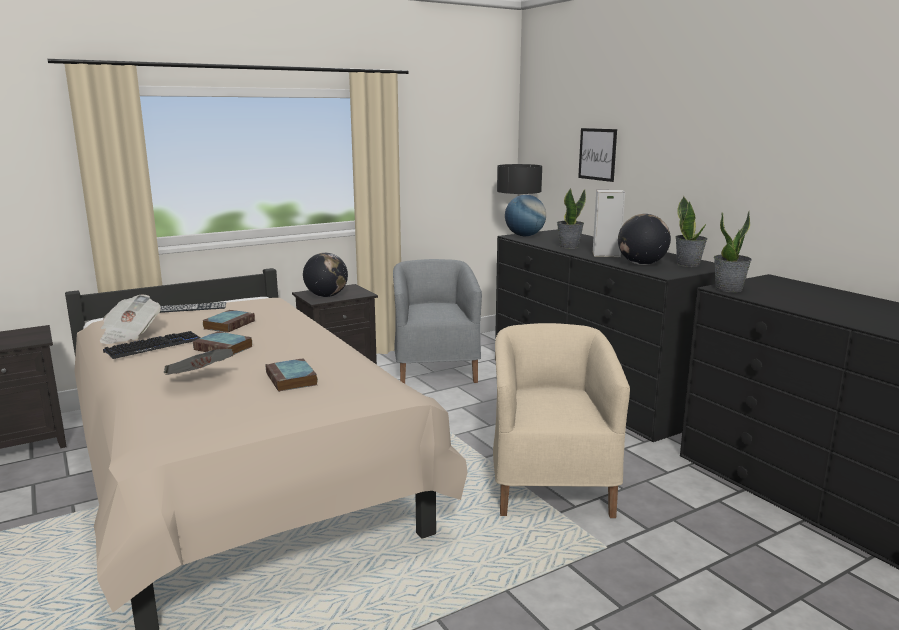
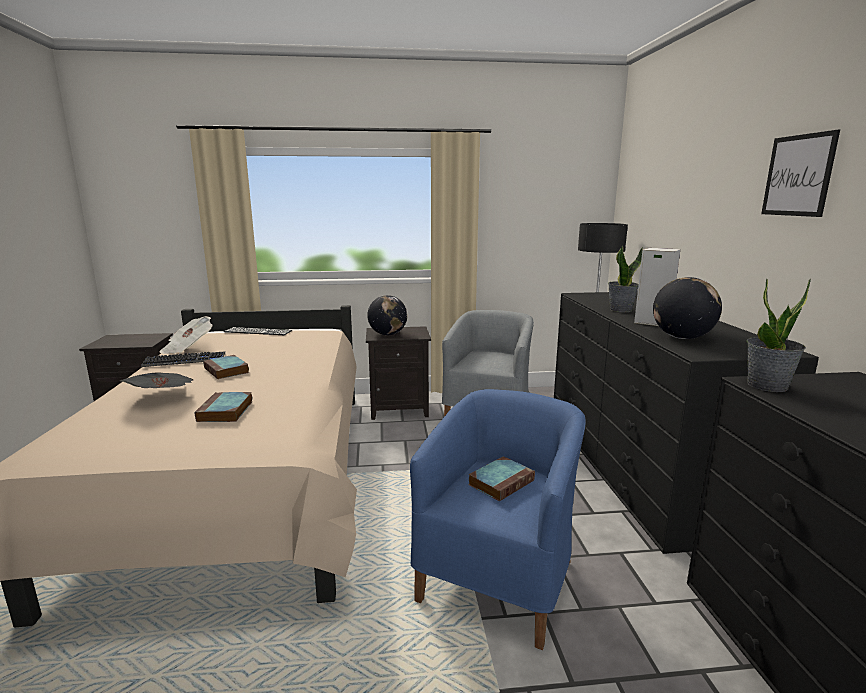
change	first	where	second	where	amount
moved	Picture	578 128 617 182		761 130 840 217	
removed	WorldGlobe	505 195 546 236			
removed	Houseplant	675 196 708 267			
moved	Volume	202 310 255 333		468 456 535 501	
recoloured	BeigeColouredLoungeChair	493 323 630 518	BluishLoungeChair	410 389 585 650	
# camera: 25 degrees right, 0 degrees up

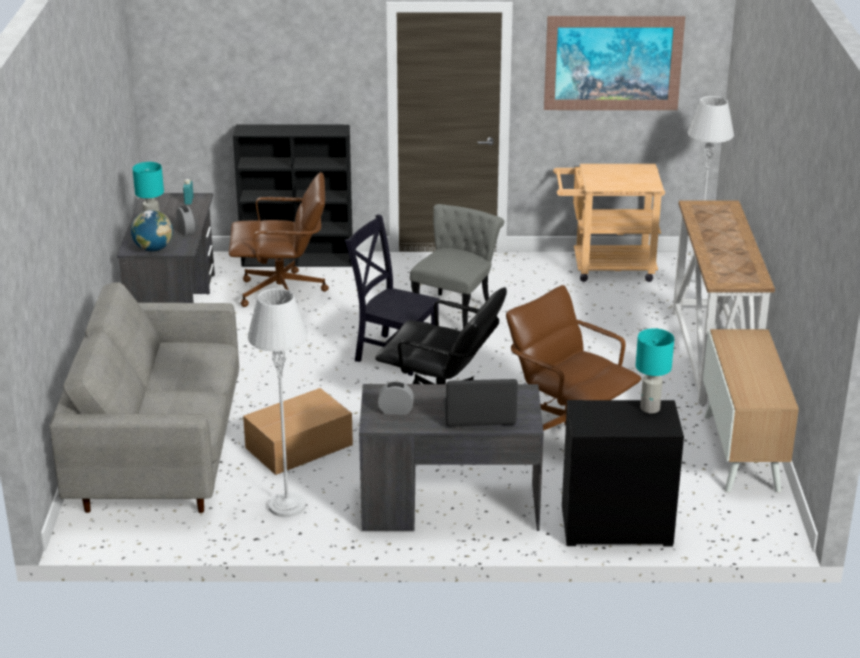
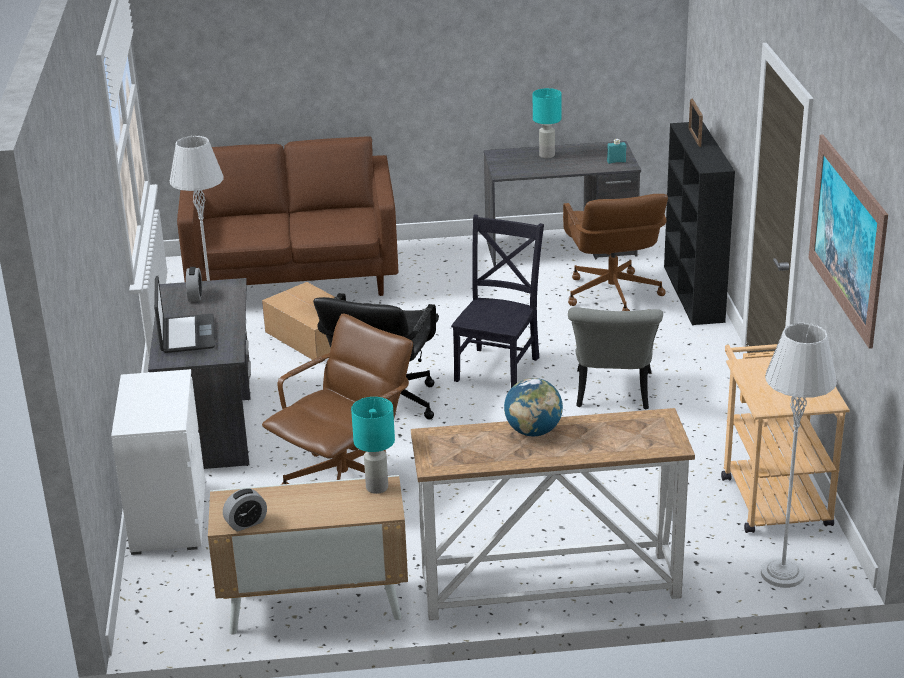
change	first	where	second	where	amount
turned	GreyishChair	410 204 505 328		568 307 663 410	75 degrees clockwise
moved	BedsideClock	176 205 195 235		223 488 267 531	
moved	WorldGlobe	131 210 173 251		504 378 563 436	
recoloured	GreyishSettee	50 282 239 513	BrownishSettee	177 136 398 296	
moved	TurquoiseColouredTableLamp	636 328 674 414		351 397 395 494	
recoloured	BlackishDrawerChest	562 400 684 546	WhiteColouredDrawerChest	111 369 205 555	
added			PictureFrame	689 99 703 147	
# camera: 85 degrees right, 0 degrees up

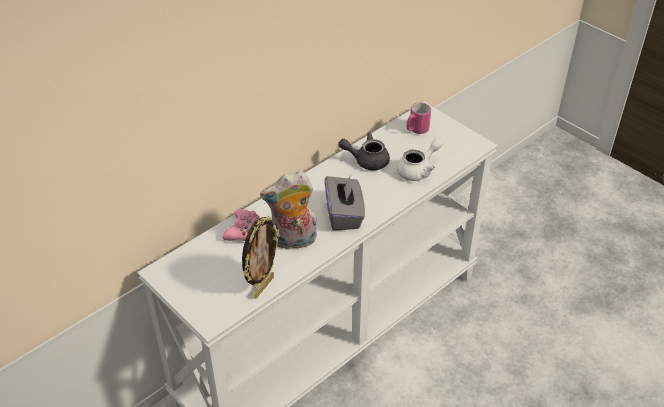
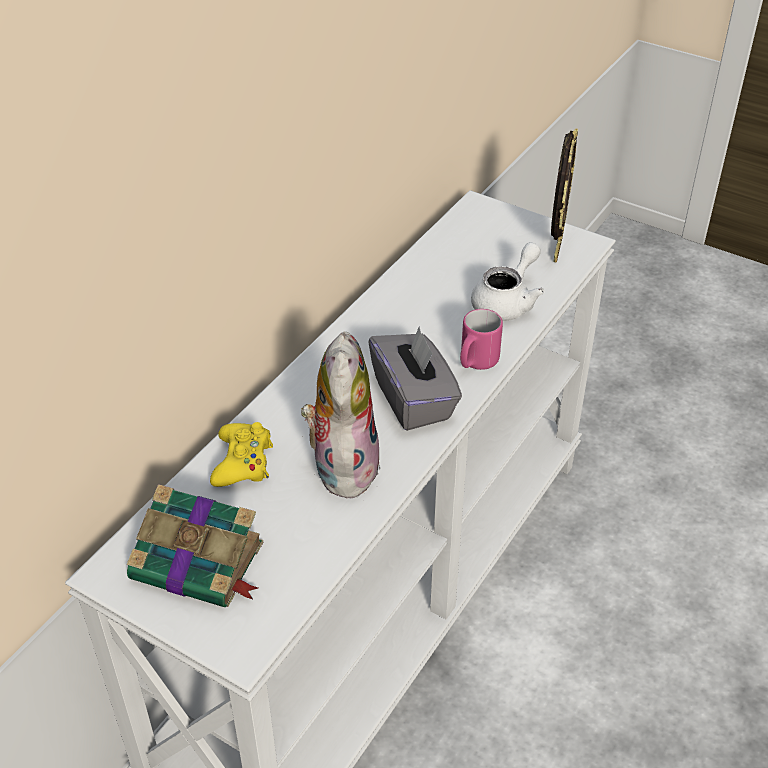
change	first	where	second	where	amount
moved	PinkCoffeeMug	406 103 431 134		460 309 503 370	
removed	GreyishPotForTea	338 132 390 170			
turned	PlushToy	260 171 317 250		301 332 380 499	120 degrees clockwise
recoloured	PinkJoypad	222 209 260 241	YellowishJoypad	210 422 273 487	
moved	PictureFrame	242 216 280 299		551 129 578 263	
added			Volume	127 484 263 607	
# camera: 15 degrees left, 0 degrees up

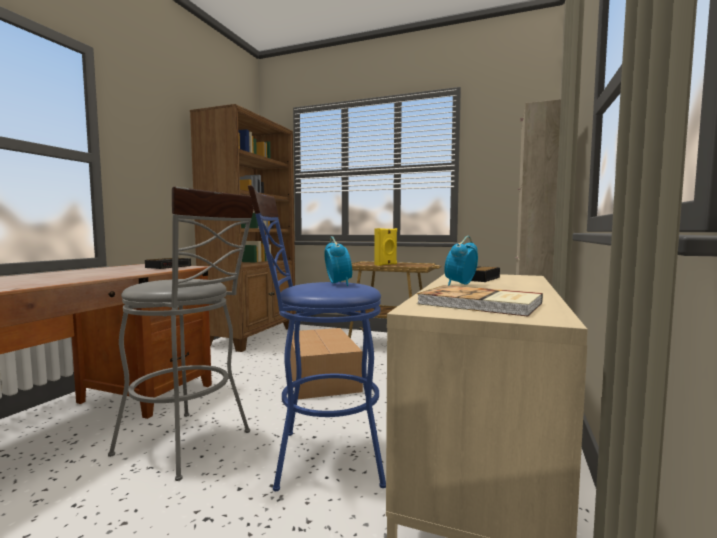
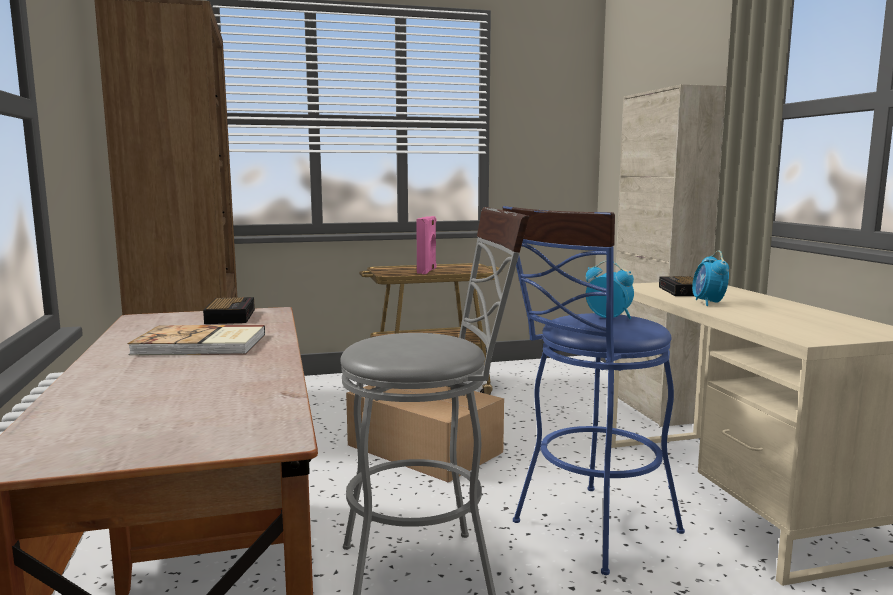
change	first	where	second	where	amount
recoloured	YellowishAudioSpeaker	374 228 397 266	PinkAudioSpeaker	416 216 437 274	
moved	Volume	417 285 543 317		128 325 265 355	
# camera: 35 degrees left, 5 degrees up

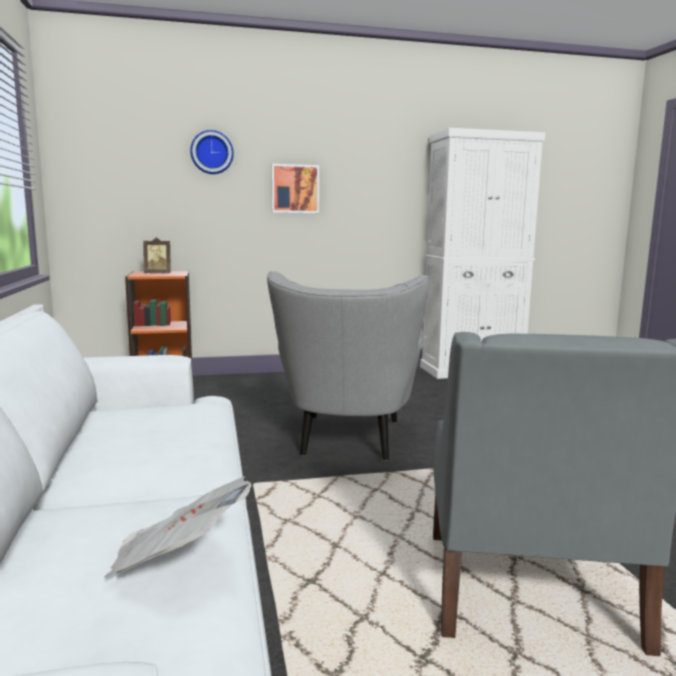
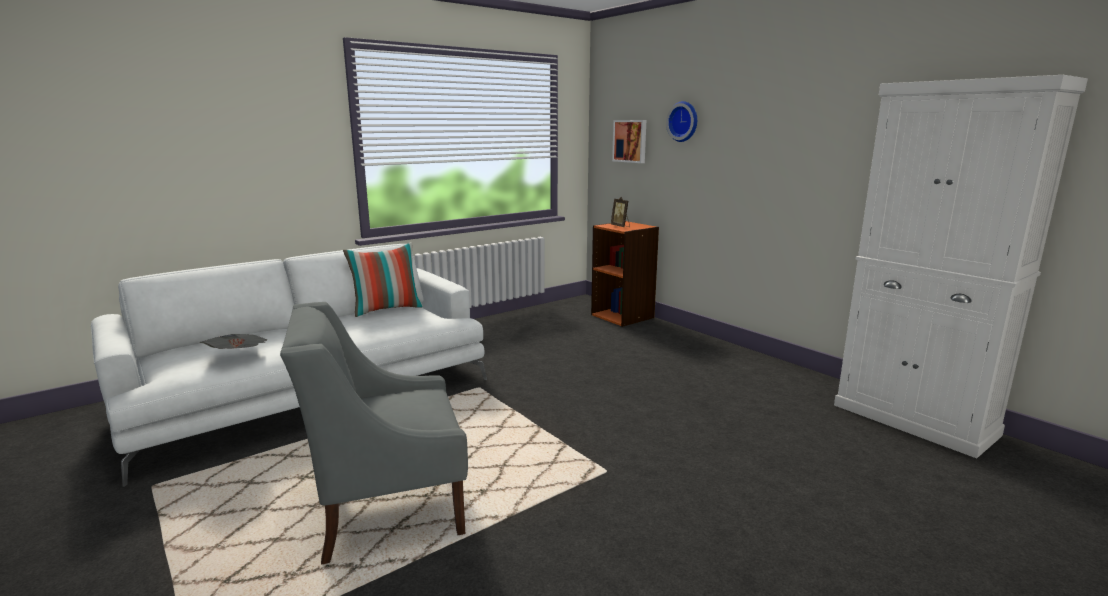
change	first	where	second	where	amount
moved	Picture	271 164 319 213		612 120 646 163	
removed	GreyishLoungeChair	267 271 429 461			
added			Cushion	343 242 423 317	
# camera: 65 degrees right, 5 degrees up

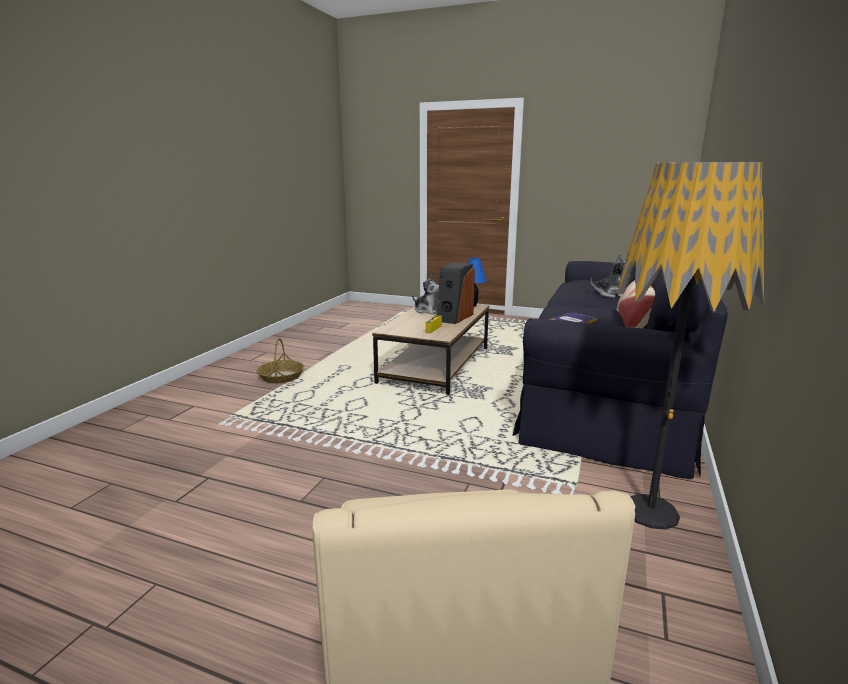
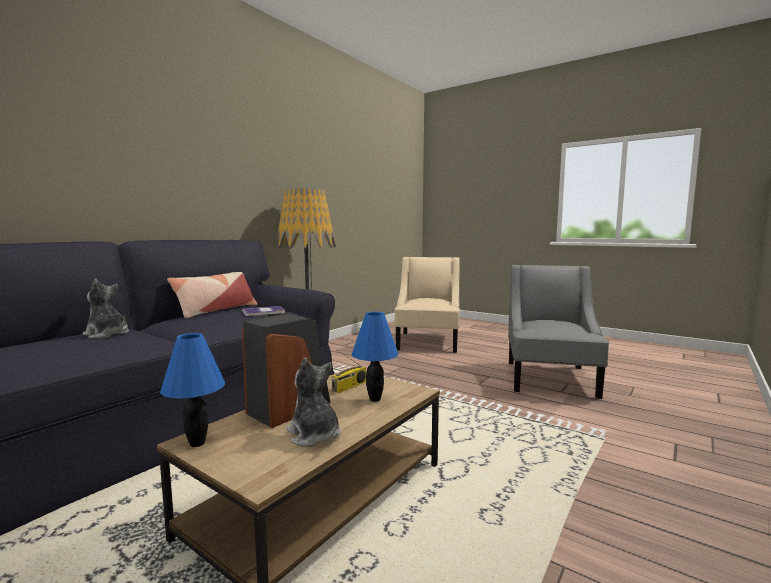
change	first	where	second	where	amount
removed	HouseholdBasket	256 338 304 383			
added			GreyishLoungeChair	508 265 609 399	
added			BluishTableLamp	352 312 398 402	
# camera: 165 degrees left, 10 degrees down

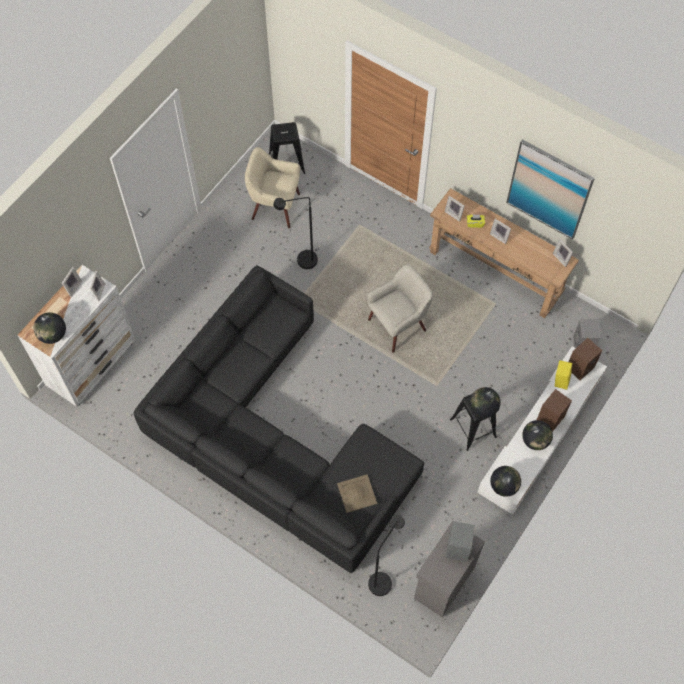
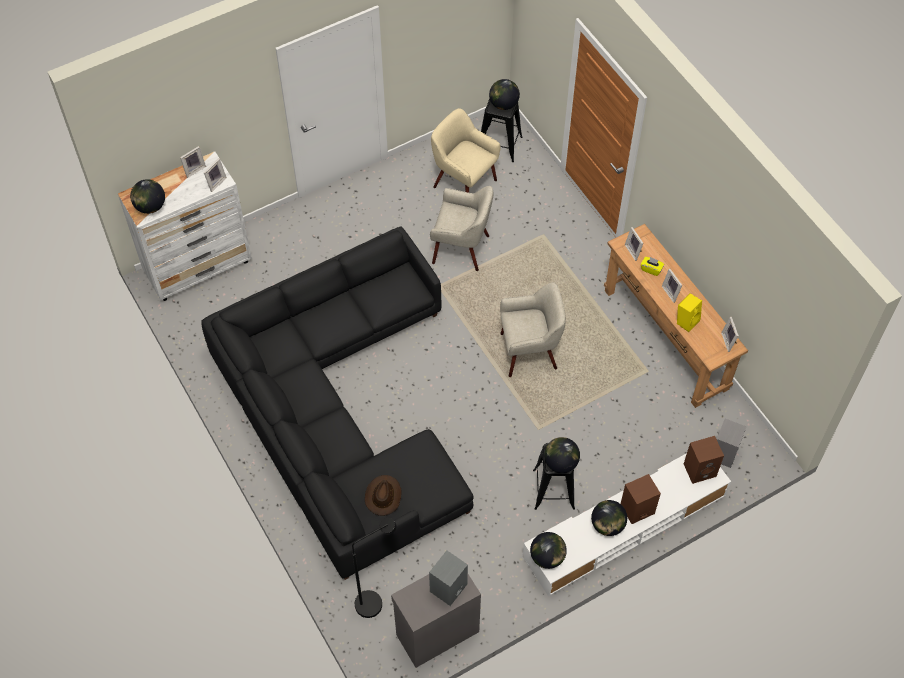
change	first	where	second	where	amount
removed	Picture	506 139 595 240			
replaced	BlackishStandingLamp	273 197 318 269	BeigeColouredLoungeChair	430 186 493 271	
moved	YellowishAudioSpeaker	555 360 572 390		677 293 702 332	
replaced	BeigeColouredCarryingTray	337 474 377 513	BrownishClothingHat	365 475 401 516	
added			WorldGlobe	489 79 520 110	
# camera: 25 degrees right, 5 degrees down

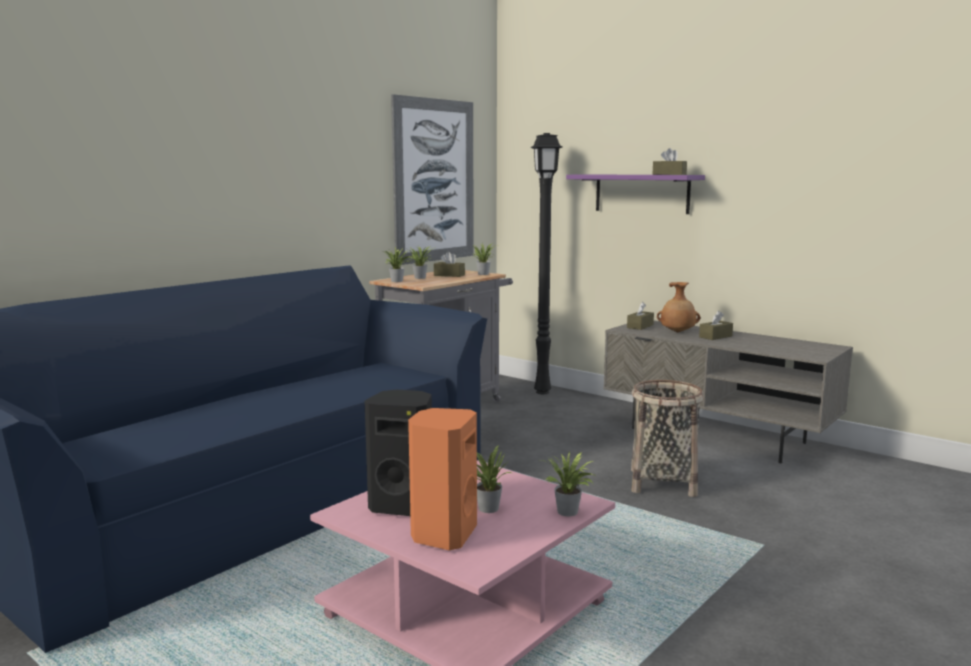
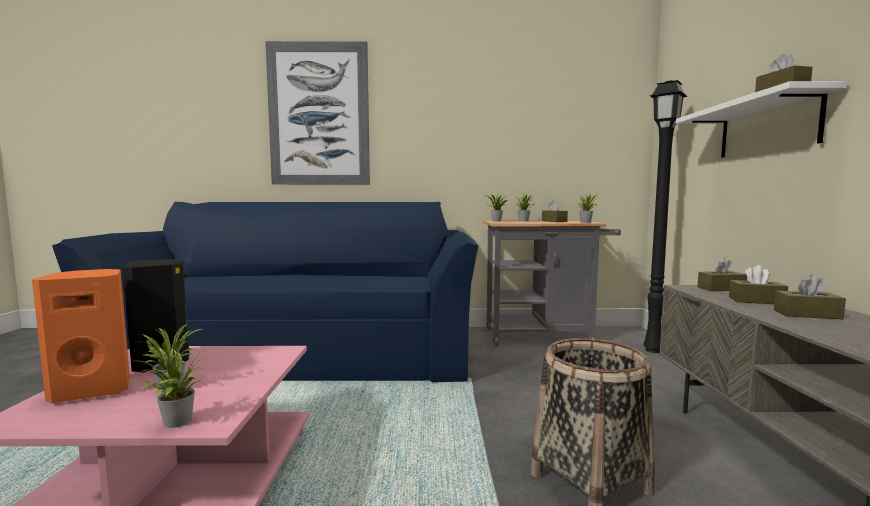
change	first	where	second	where	amount
moved	Picture	391 94 474 265		265 41 370 185	
recoloured	PurpleColouredBracketShelf	566 174 705 214	WhiteColouredBracketShelf	676 81 847 158	
replaced	BrownishDecorativeVase	657 282 700 332	BrownishBoxOfTissues	729 265 788 304	
# camera: 50 degrees right, 5 degrees down

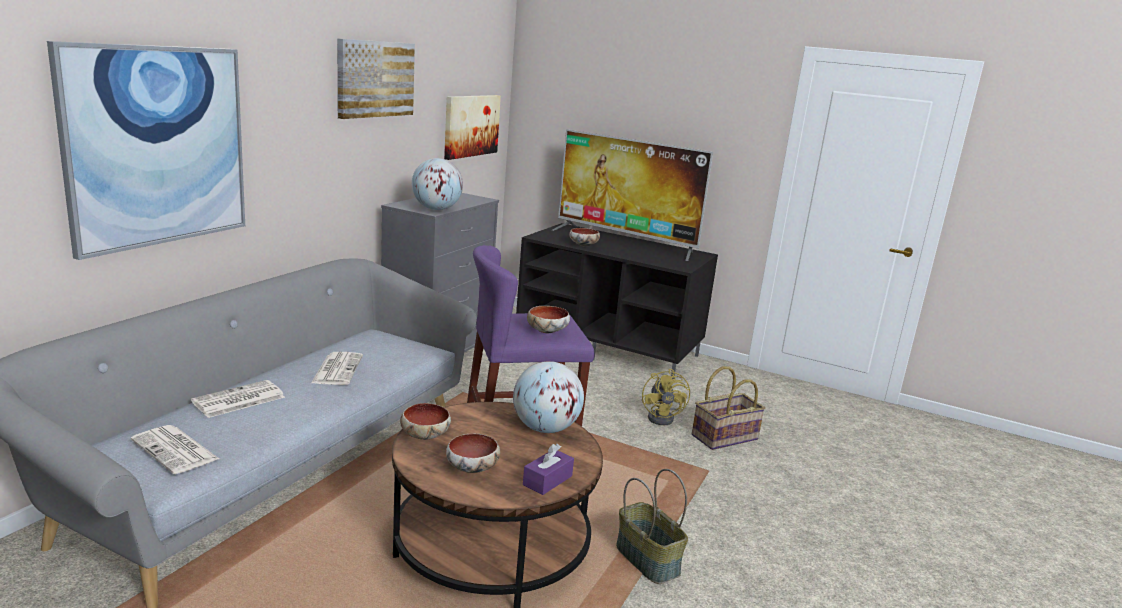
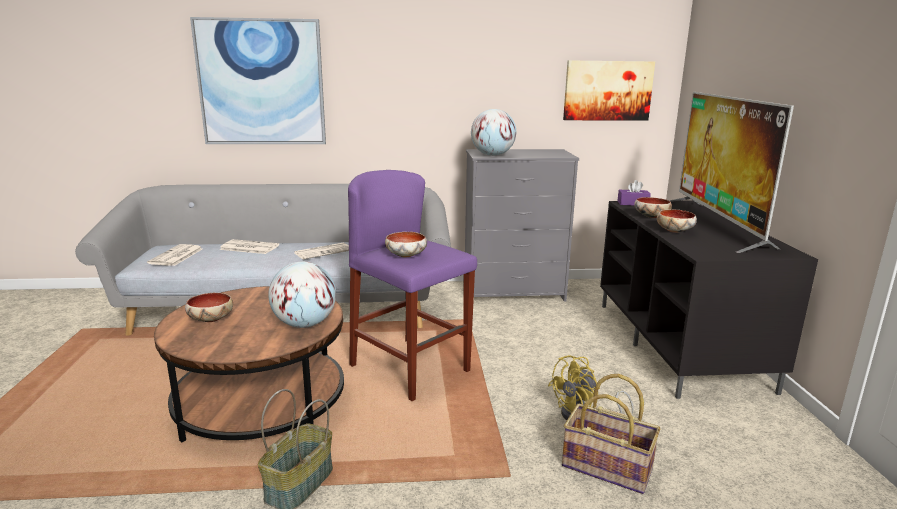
change	first	where	second	where	amount
removed	Picture	337 38 415 119			
moved	ServingBowl	400 403 451 440		657 209 697 233	
moved	PurpleColouredBoxOfTissues	523 444 574 495		618 180 651 206	
# camera: 60 degrees right, 0 degrees up

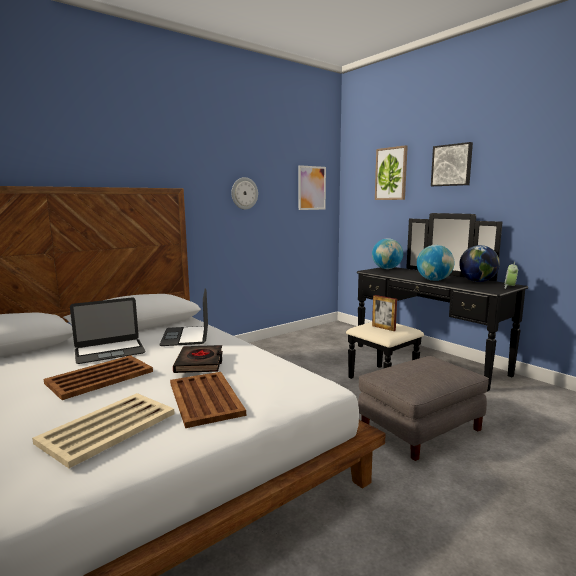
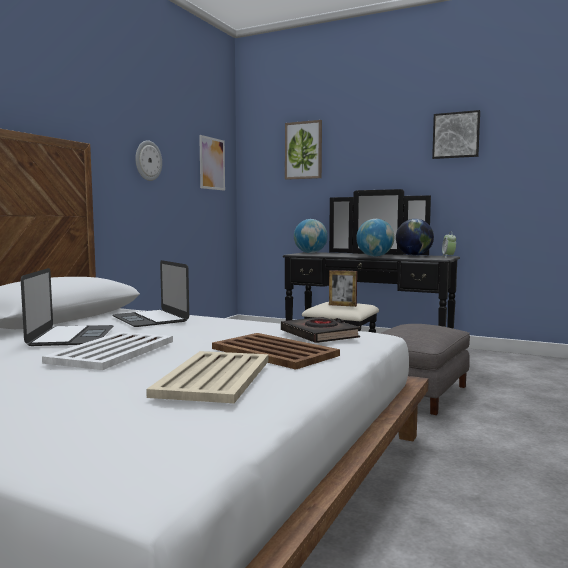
change	first	where	second	where	amount
moved	Picture	431 142 473 186		432 110 480 159	
turned	Laptop	70 297 146 364		21 268 113 346	45 degrees counterclockwise
moved	BlackishVolume	173 345 223 373		281 317 361 343	
recoloured	BrownishCarryingTray	43 355 153 400	WhiteColouredCarryingTray	42 332 173 370	
# camera: 25 degrees left, 5 degrees down

